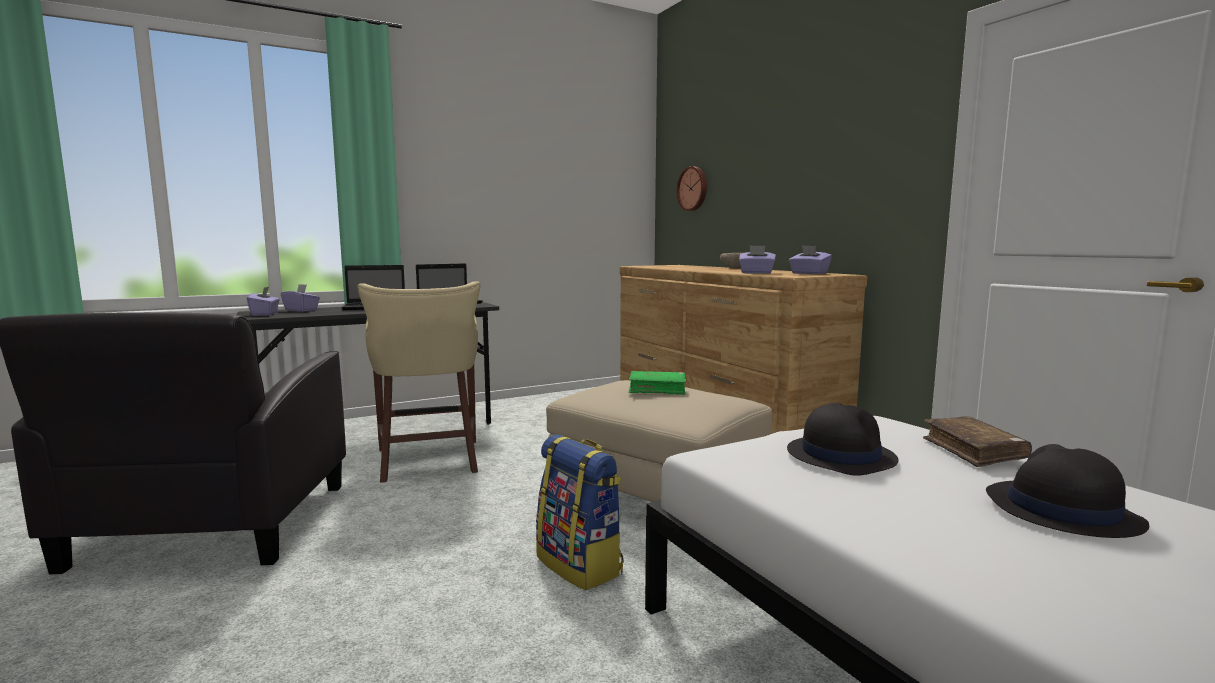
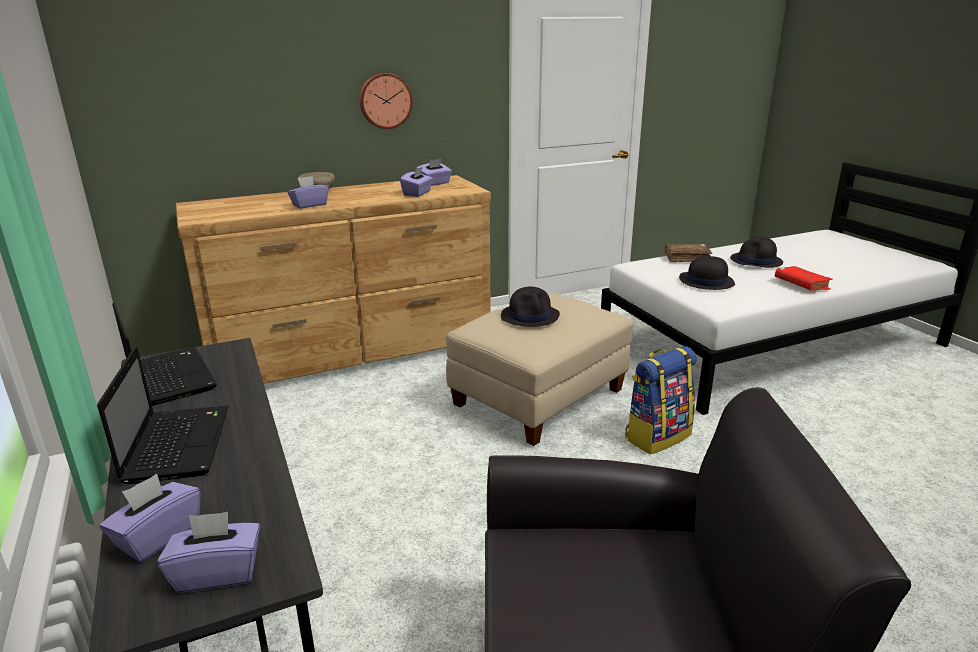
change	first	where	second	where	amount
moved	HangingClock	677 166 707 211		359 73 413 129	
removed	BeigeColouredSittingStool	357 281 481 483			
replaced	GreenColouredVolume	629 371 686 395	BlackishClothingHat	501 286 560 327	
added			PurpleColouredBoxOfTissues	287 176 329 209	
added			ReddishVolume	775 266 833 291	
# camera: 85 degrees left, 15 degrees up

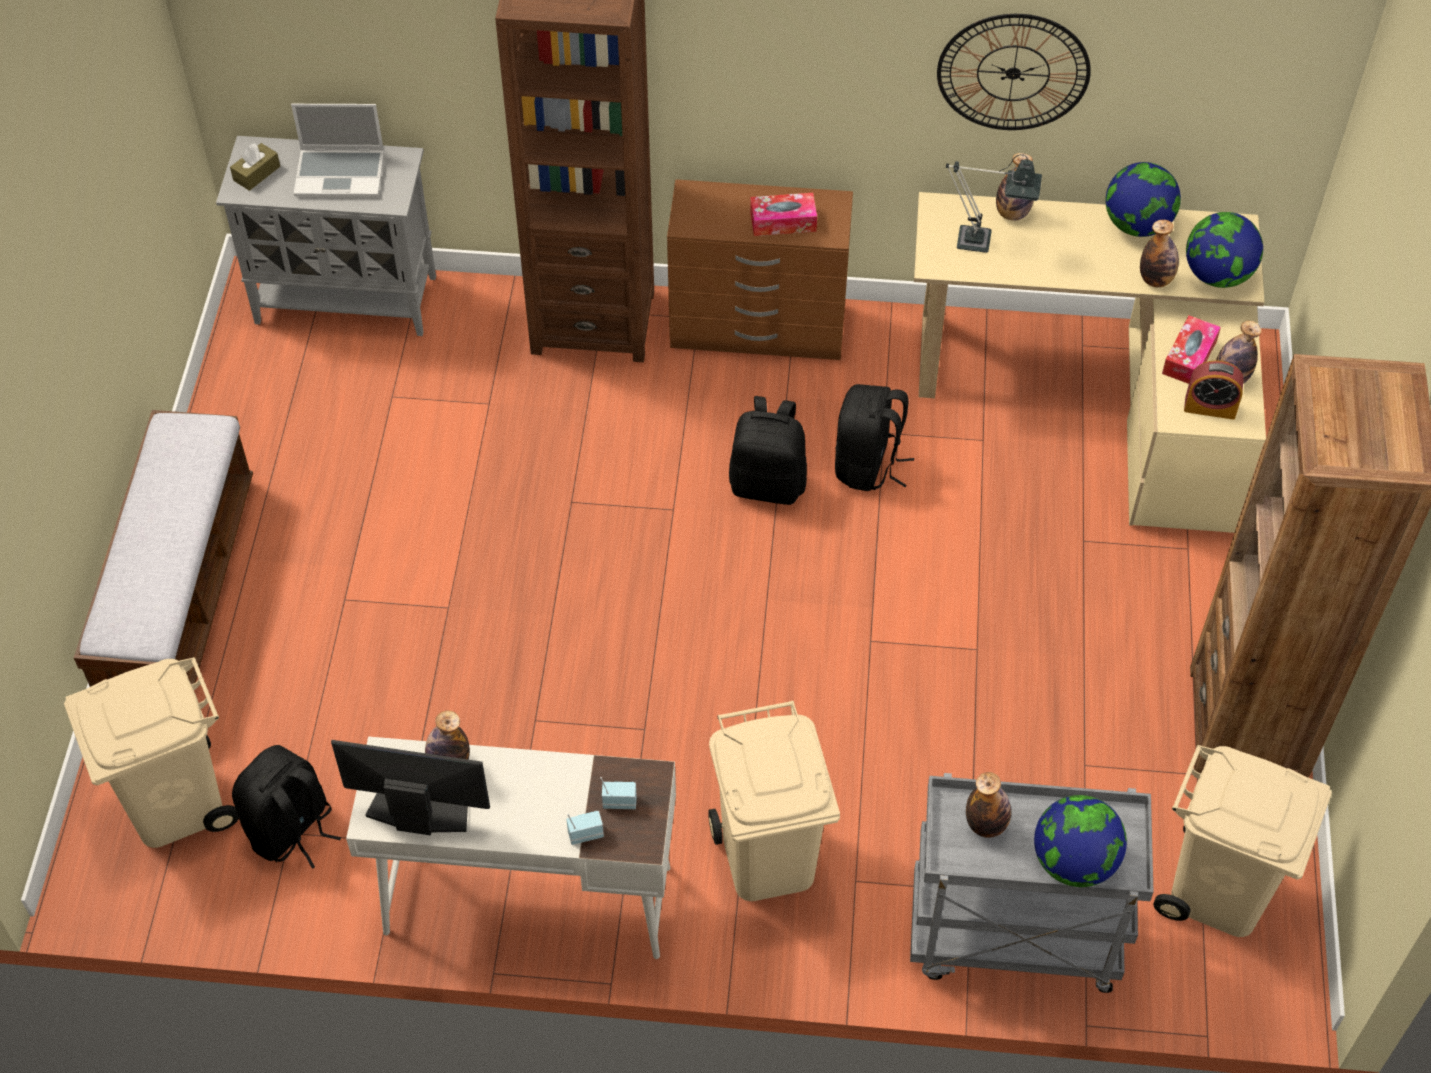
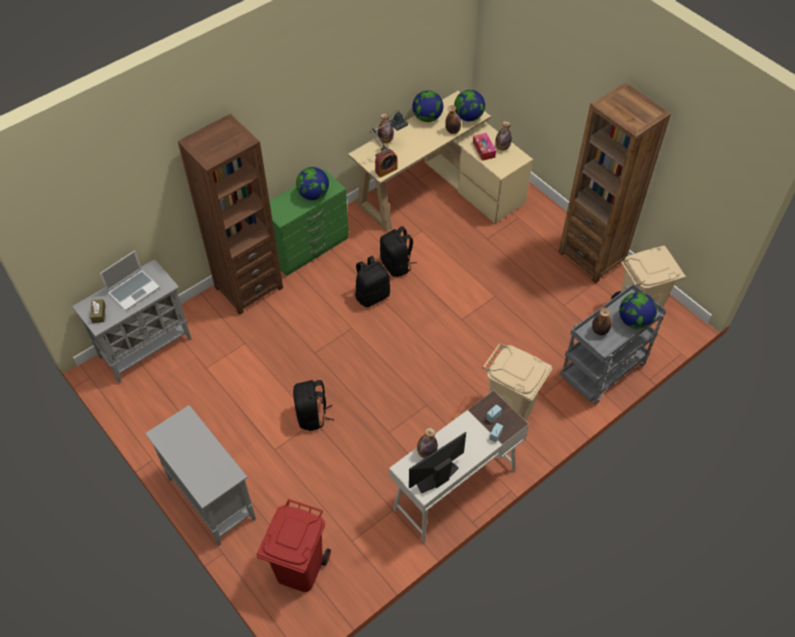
change	first	where	second	where	amount
removed	HangingClock	937 14 1091 130			
recoloured	BrownishDrawerChest	667 179 853 360	GreenColouredDrawerChest	269 169 349 276	
replaced	BoxOfTissues	750 193 817 236	WorldGlobe	296 167 329 200	
moved	BedsideClock	1184 360 1244 420		375 149 398 178	
replaced	Bench	74 410 253 687	GreyishStorageCabinet	145 405 256 546	
recoloured	BeigeColouredWasteBin	64 657 239 848	ReddishWasteBin	257 499 331 592	
moved	BlackishRucksack	232 745 341 869		293 380 334 431	
# camera: 45 degrees left, 0 degrees up

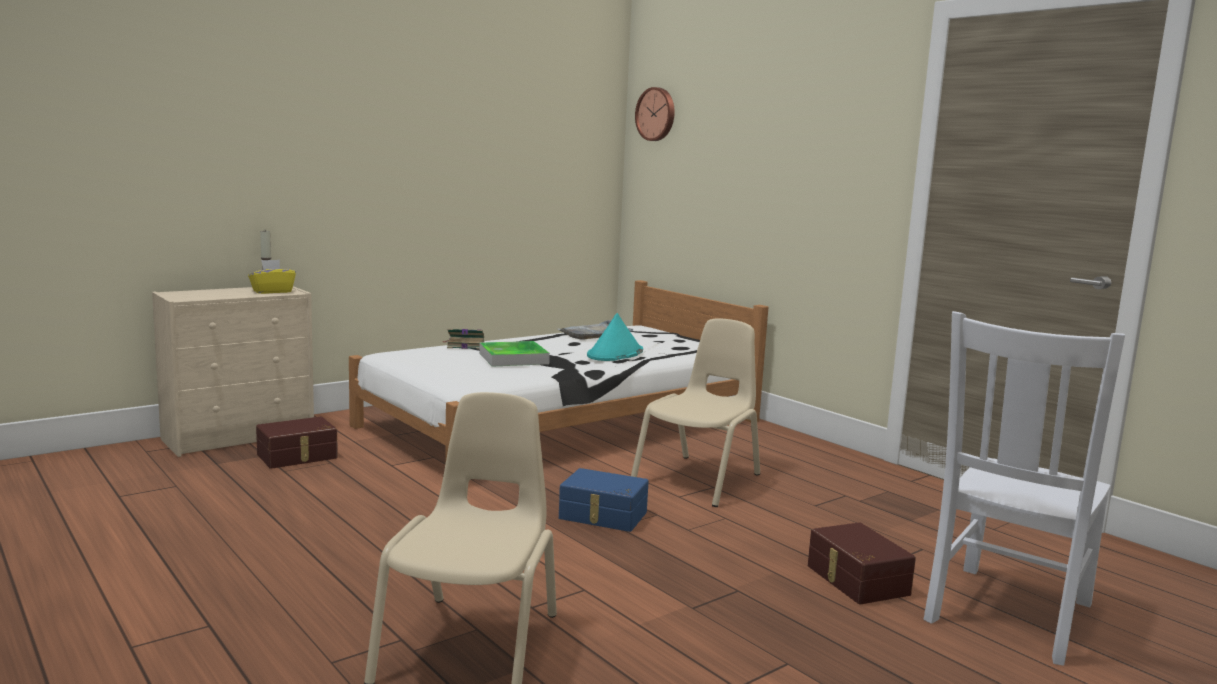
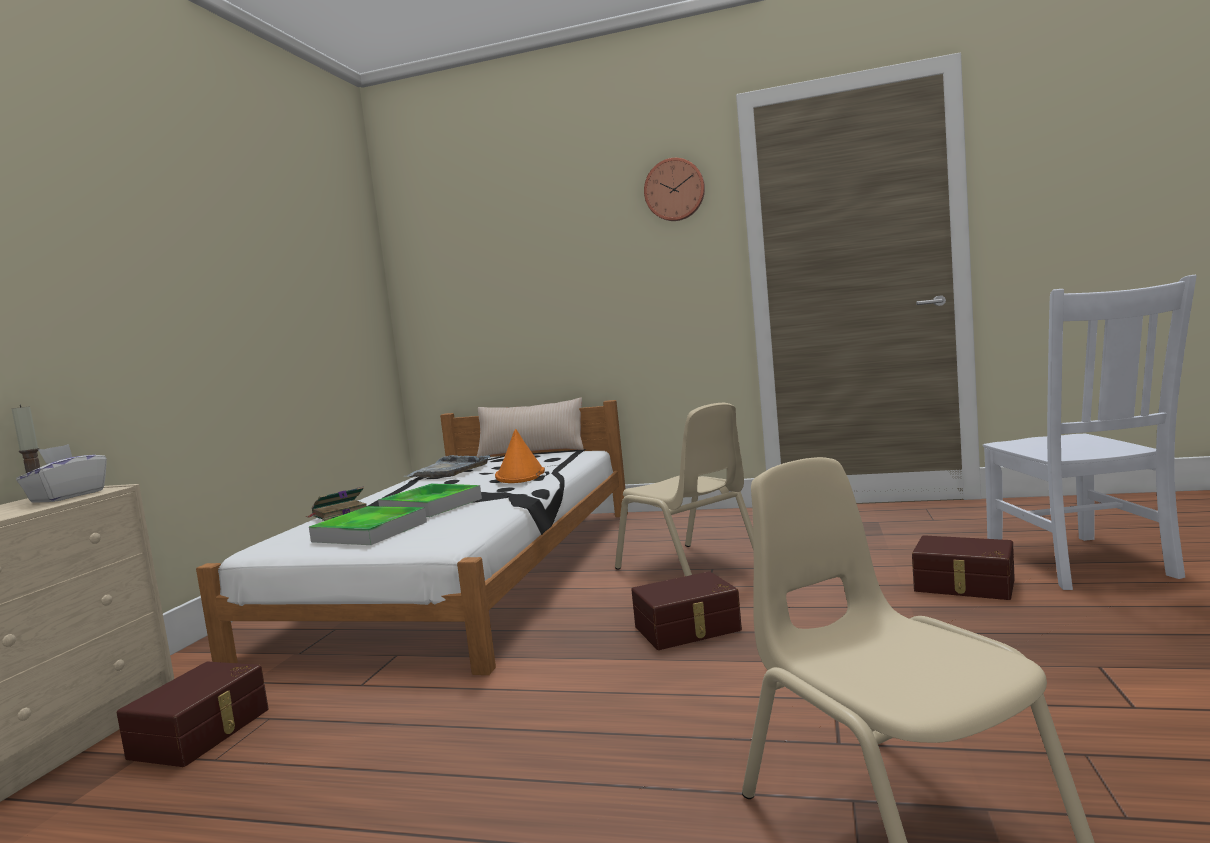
change	first	where	second	where	amount
moved	HangingClock	635 87 675 141		644 158 705 221	
recoloured	YellowishBoxOfTissues	248 259 296 294	WhiteColouredBoxOfTissues	16 444 107 503	
recoloured	TurquoiseColouredClothingHat	587 313 643 361	OrangeColouredClothingHat	495 429 545 483	
turned	BeigeColouredChair	631 318 760 507		615 403 754 576	150 degrees clockwise
recoloured	BluishStorageBin	559 468 649 532	BrownishStorageBin	631 571 742 650	
added			BeigeColouredCushion	477 398 584 458	
added			CarryingTray	309 506 427 545	
# camera: 35 degrees left, 5 degrees down

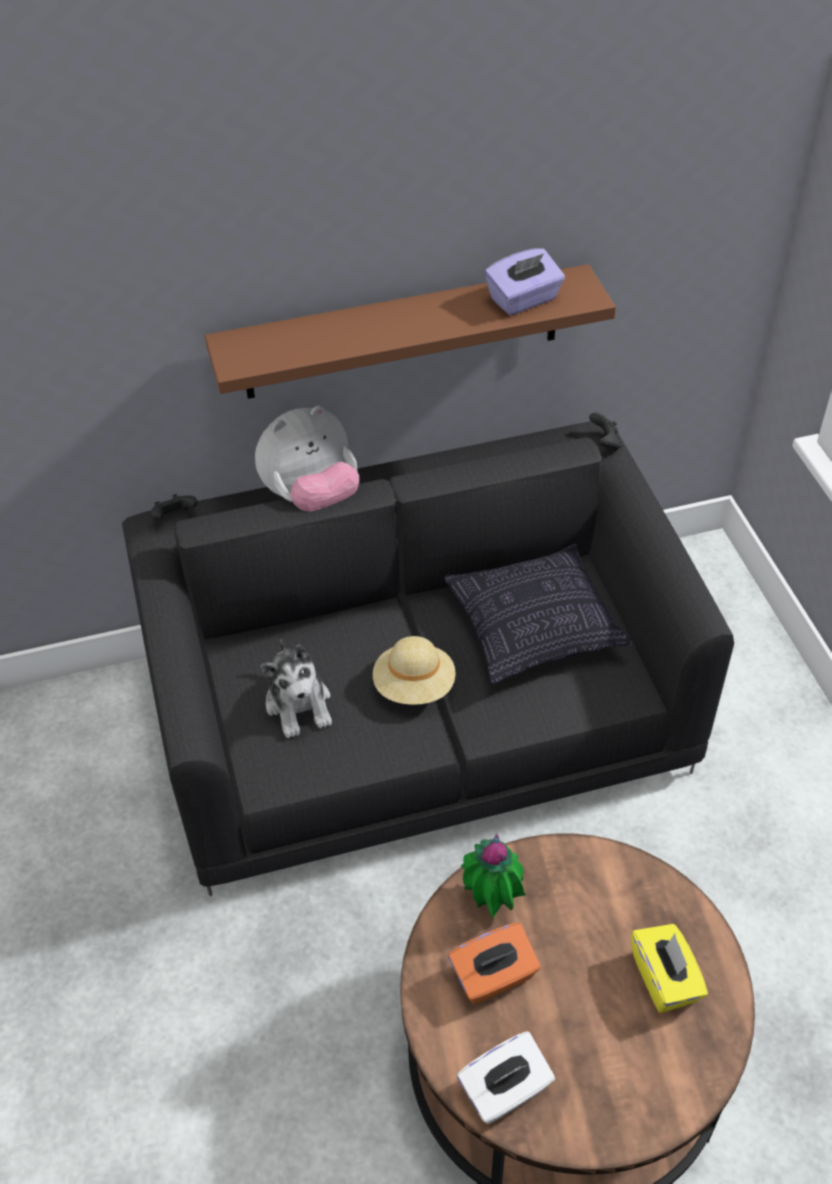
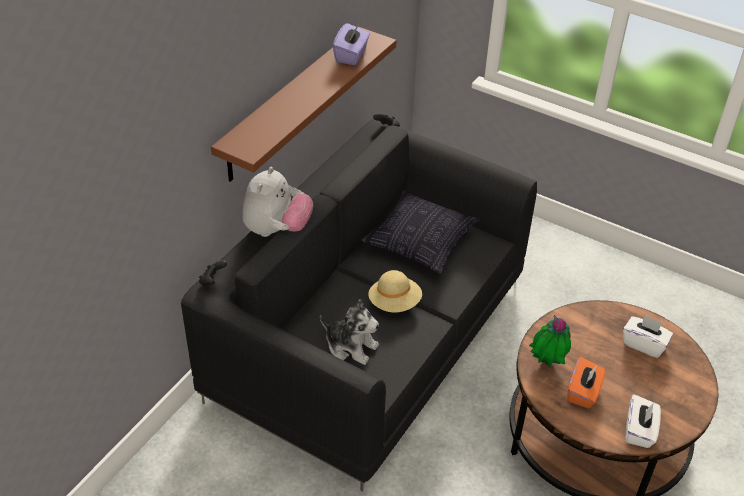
change	first	where	second	where	amount
recoloured	YellowishBoxOfTissues	631 924 708 1013	WhiteColouredBoxOfTissues	623 314 673 358	
# camera: 45 degrees left, 5 degrees down

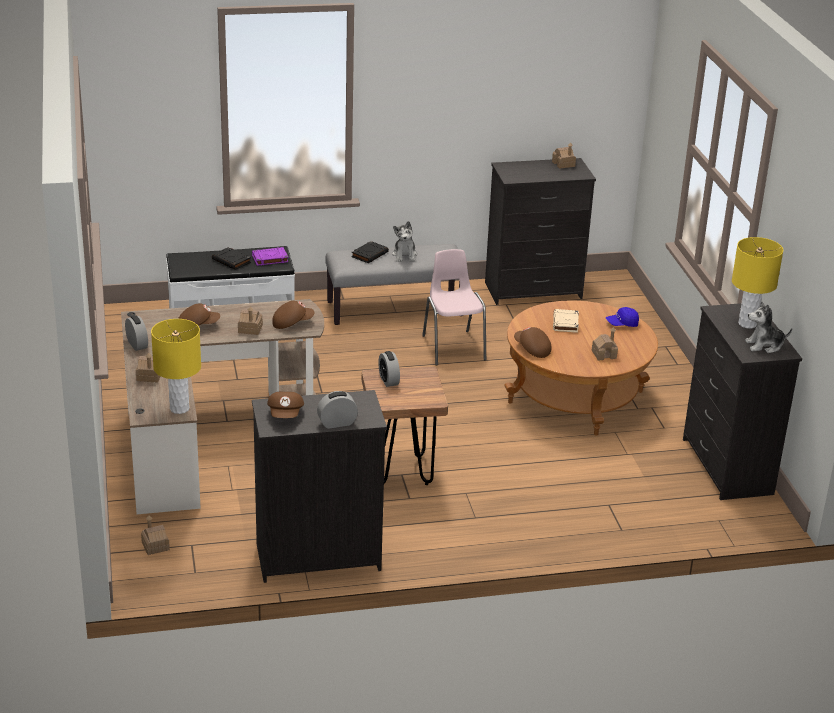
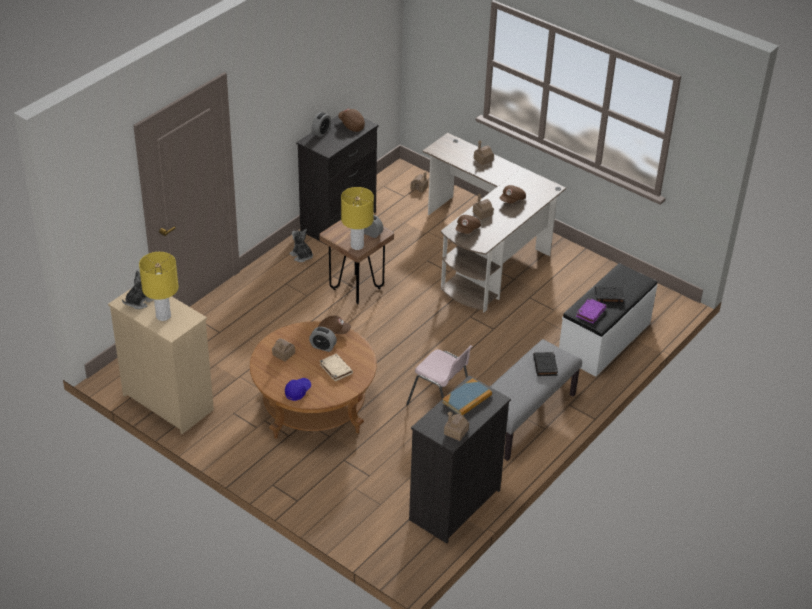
change	first	where	second	where	amount
moved	PlushToy	392 221 417 262		289 229 313 262	
recoloured	BlackishDrawerChest	683 303 802 500	BeigeColouredDrawerChest	108 287 214 434	
moved	BedsideClock	125 315 148 351		309 327 337 352	
moved	YellowishTableLamp	151 319 201 414		341 187 374 250	
added			Volume	442 378 492 415	
# camera: 140 degrees right, 10 degrees up

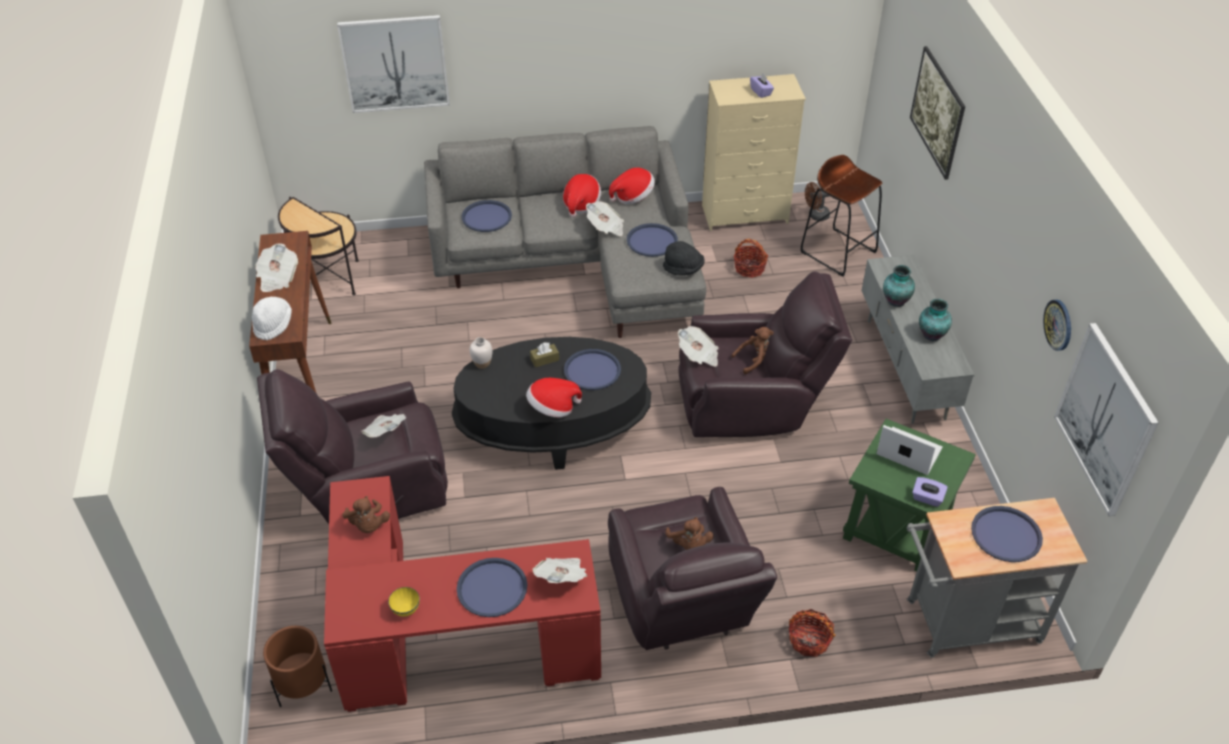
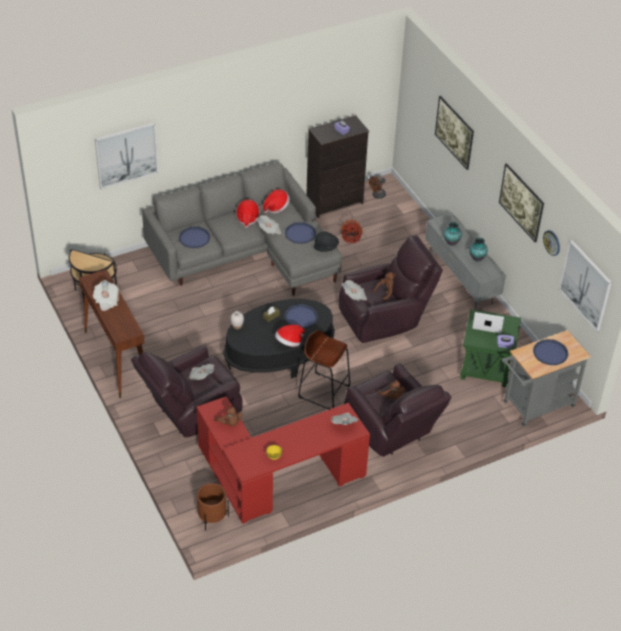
change	first	where	second	where	amount
recoloured	BeigeColouredDrawerChest	702 74 806 231	BlackishDrawerChest	306 115 369 218	
moved	BrownishSittingStool	800 155 882 277		298 330 350 410	
removed	WhiteColouredClothingHat	252 297 292 341			
removed	BluishCarryingTray	457 558 527 617			
removed	HouseholdBasket	789 609 836 657			
added			Picture	499 163 544 242	
# camera: 20 degrees left, 0 degrees up

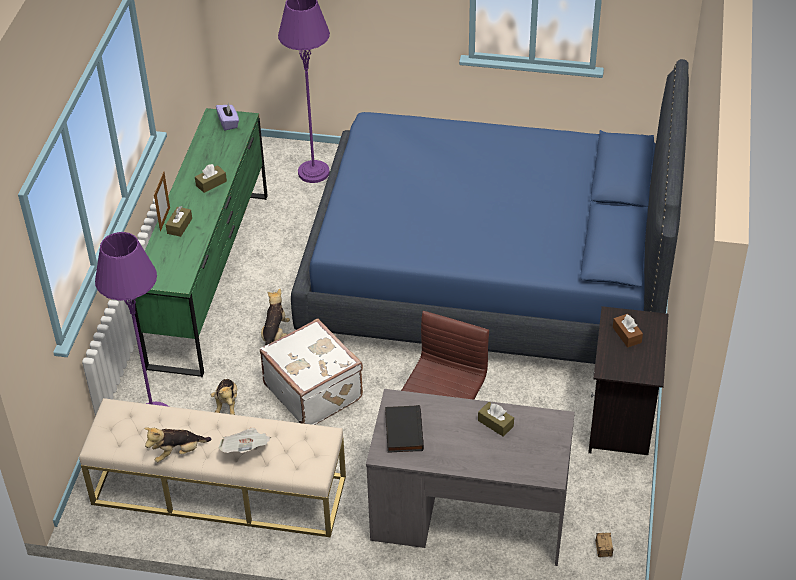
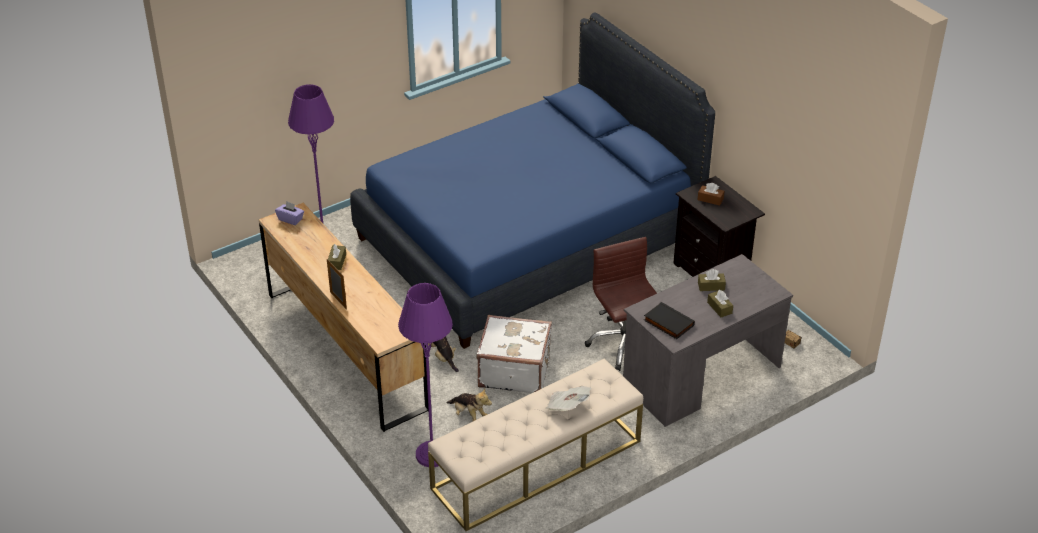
change	first	where	second	where	amount
recoloured	GreenColouredDrawerChest	132 108 268 377	BrownishDrawerChest	259 203 429 432	
moved	BrownishBoxOfTissues	166 206 192 237		707 290 733 317	
removed	PlushToy	144 427 211 462			
# camera: 45 degrees left, 5 degrees down

